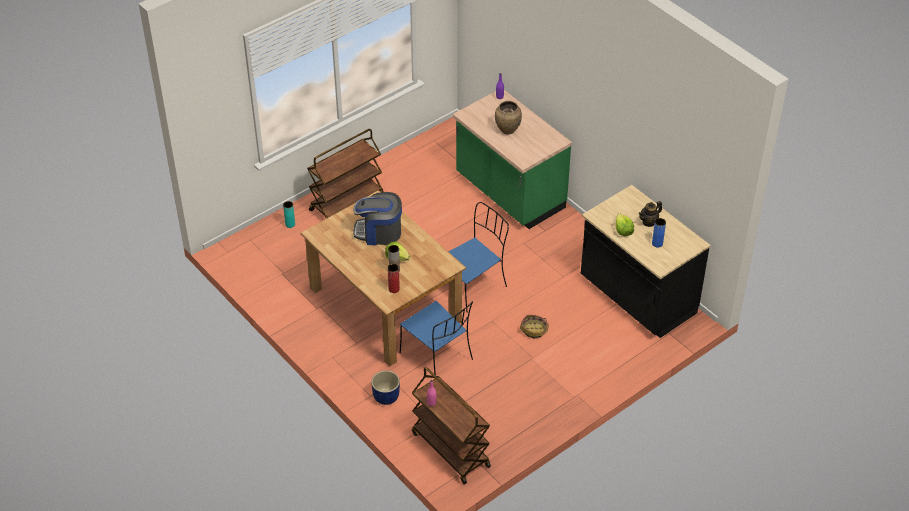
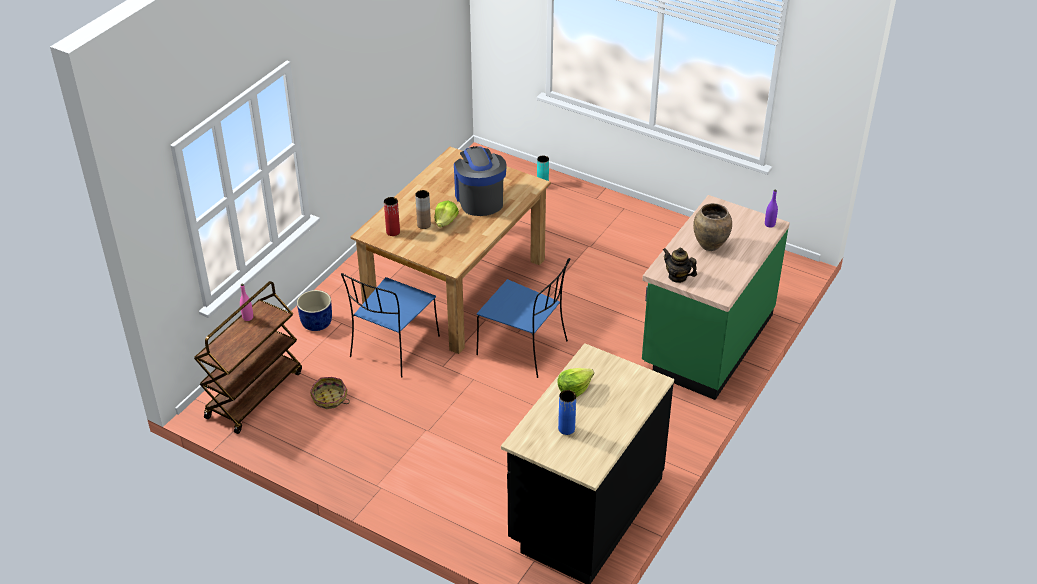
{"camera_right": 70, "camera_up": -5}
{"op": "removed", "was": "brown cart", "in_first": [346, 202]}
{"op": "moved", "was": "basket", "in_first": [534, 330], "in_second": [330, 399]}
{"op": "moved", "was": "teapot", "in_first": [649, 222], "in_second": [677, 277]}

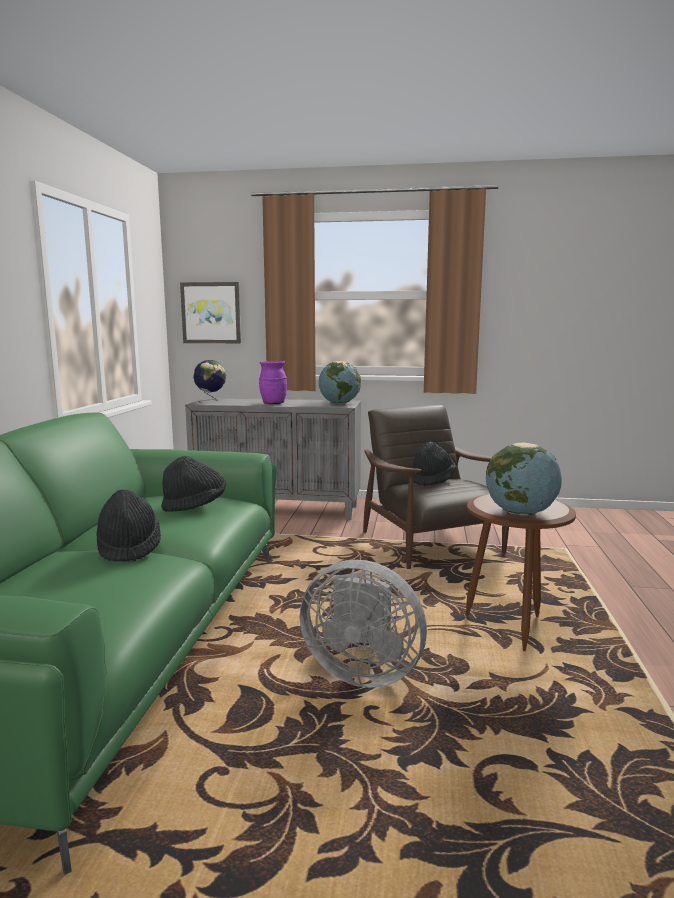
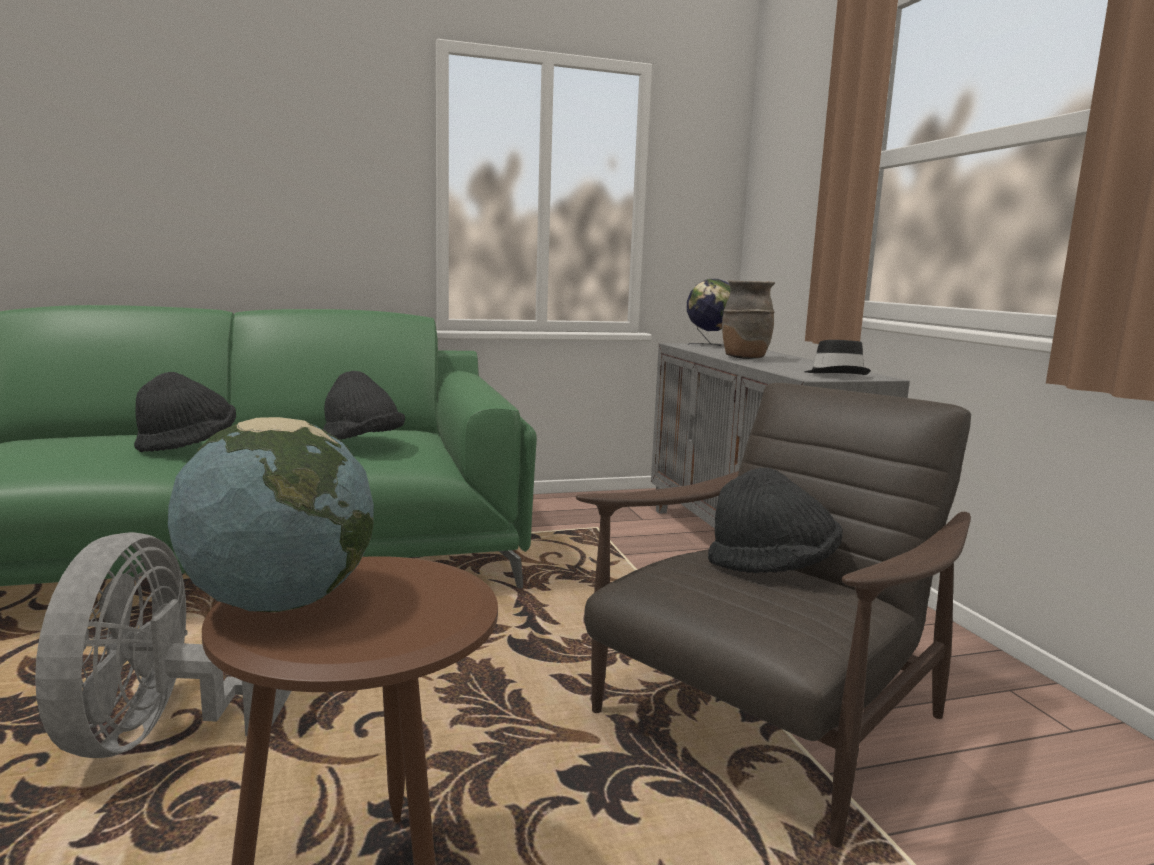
{"camera_right": 65, "camera_up": 0}
{"op": "removed", "was": "picture", "in_first": [211, 313]}
{"op": "replaced", "was": "globe", "now": "black hat", "in_first": [339, 403], "in_second": [835, 374]}
{"op": "recoloured", "was": "purple vase", "now": "brown vase", "in_first": [273, 404], "in_second": [744, 358]}

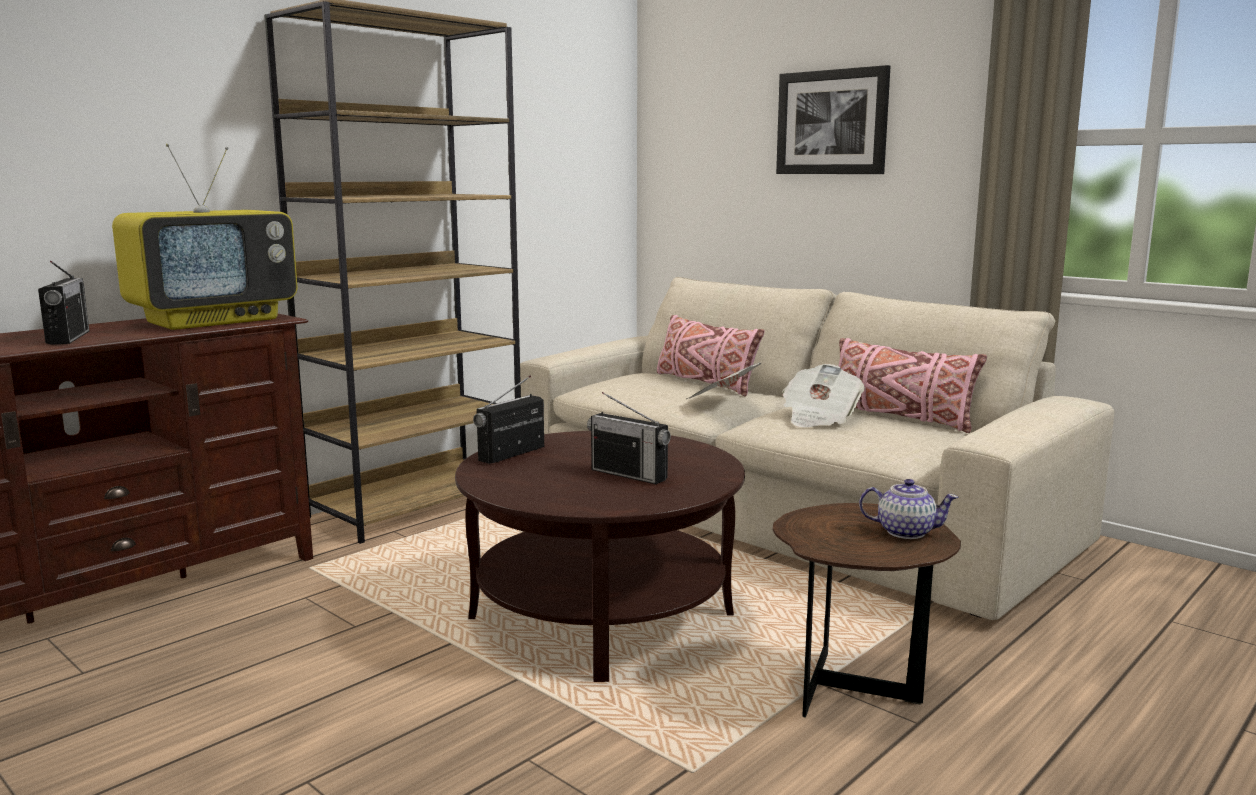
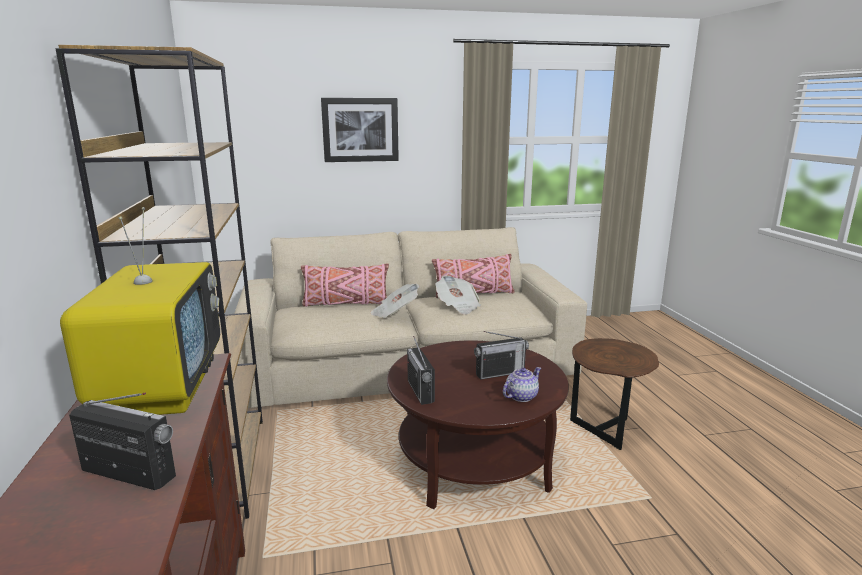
{"camera_right": -55, "camera_up": 5}
{"op": "moved", "was": "teapot", "in_first": [905, 532], "in_second": [520, 396]}

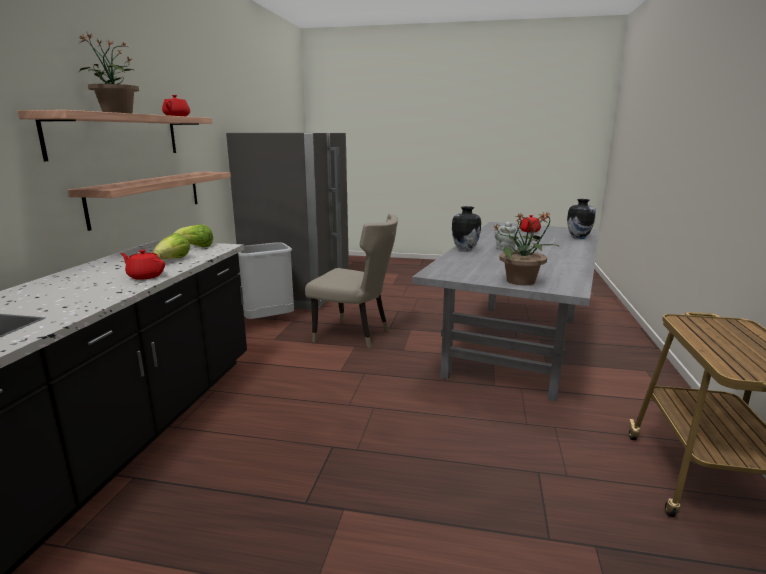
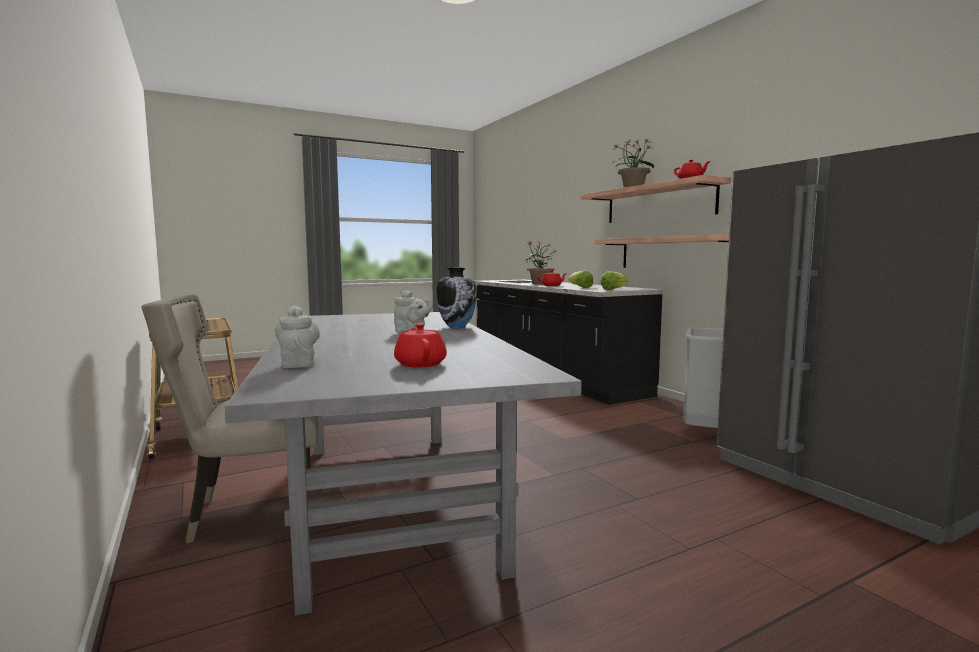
{"camera_right": 140, "camera_up": -10}
{"op": "moved", "was": "beige chair", "in_first": [355, 335], "in_second": [249, 513]}
{"op": "moved", "was": "potted plant", "in_first": [522, 281], "in_second": [539, 284]}
{"op": "replaced", "was": "vase", "now": "grey teapot", "in_first": [578, 237], "in_second": [298, 364]}

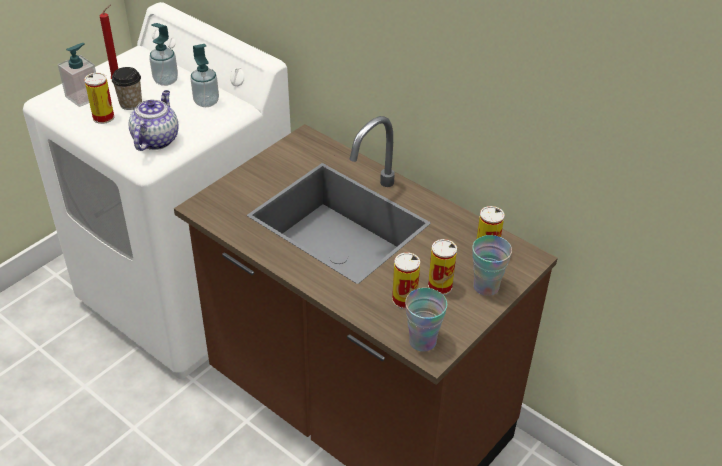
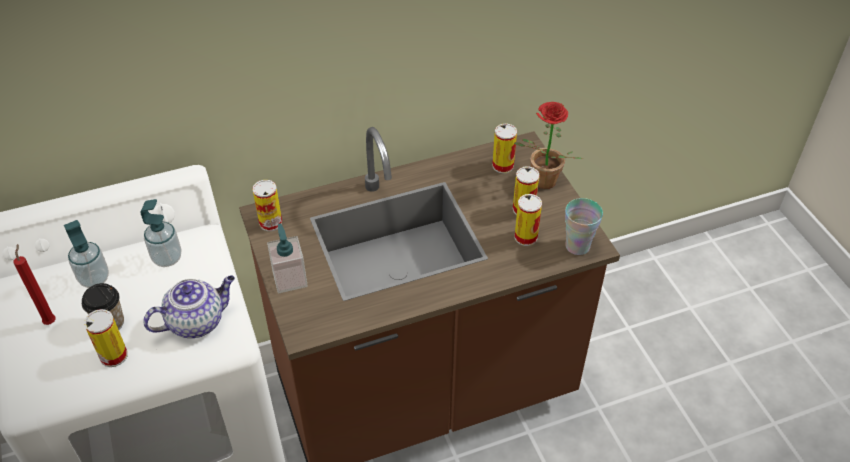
{"camera_right": -60, "camera_up": 5}
{"op": "added", "now": "can", "in_second": [270, 223]}
{"op": "moved", "was": "soap dispenser", "in_first": [83, 97], "in_second": [290, 279]}
{"op": "replaced", "was": "cup", "now": "potted plant", "in_first": [486, 287], "in_second": [541, 183]}
{"op": "turned", "was": "teapot", "in_first": [156, 139], "in_second": [197, 321], "clockwise": 105}

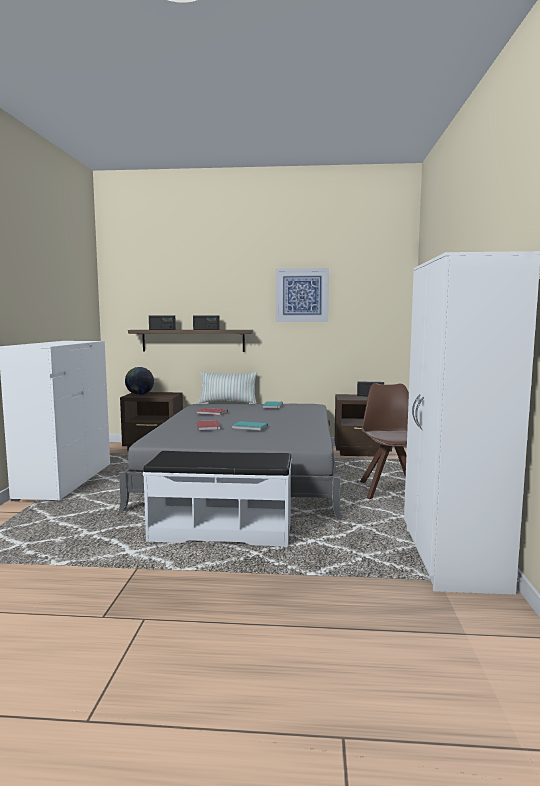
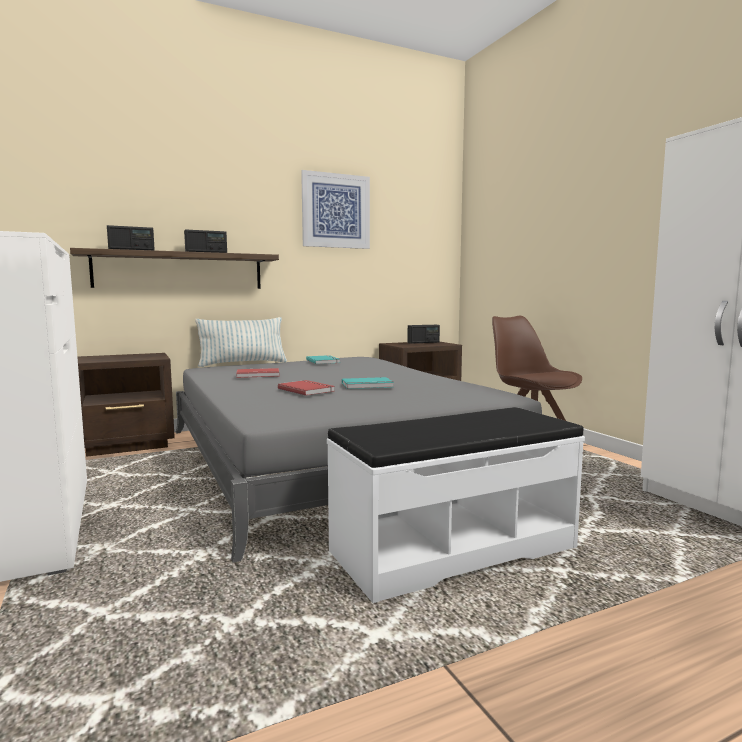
{"camera_right": -30, "camera_up": 0}
{"op": "removed", "was": "globe", "in_first": [139, 394]}

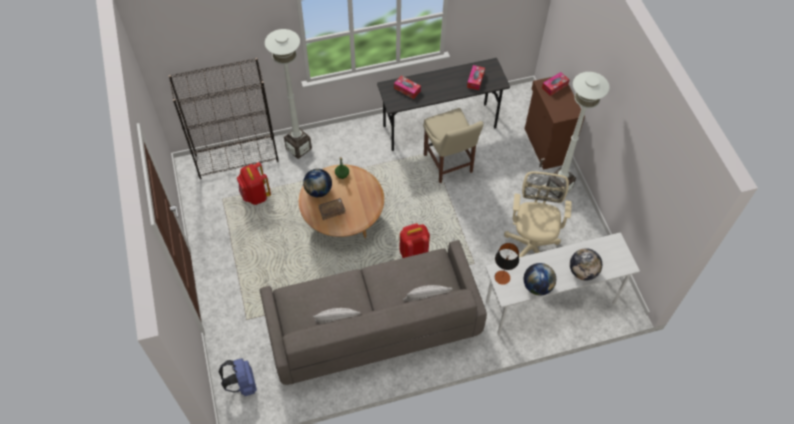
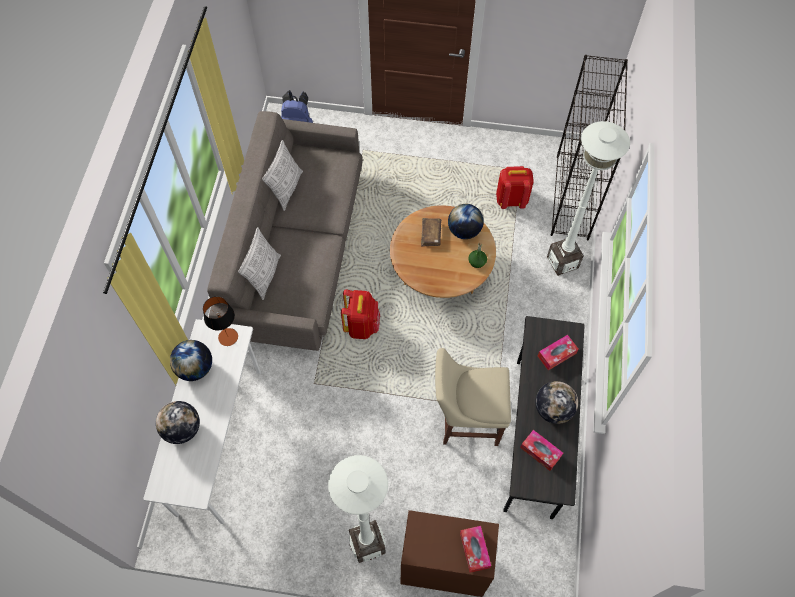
{"camera_right": 115, "camera_up": 5}
{"op": "removed", "was": "beige office chair", "in_first": [531, 245]}
{"op": "added", "now": "globe", "in_second": [553, 409]}

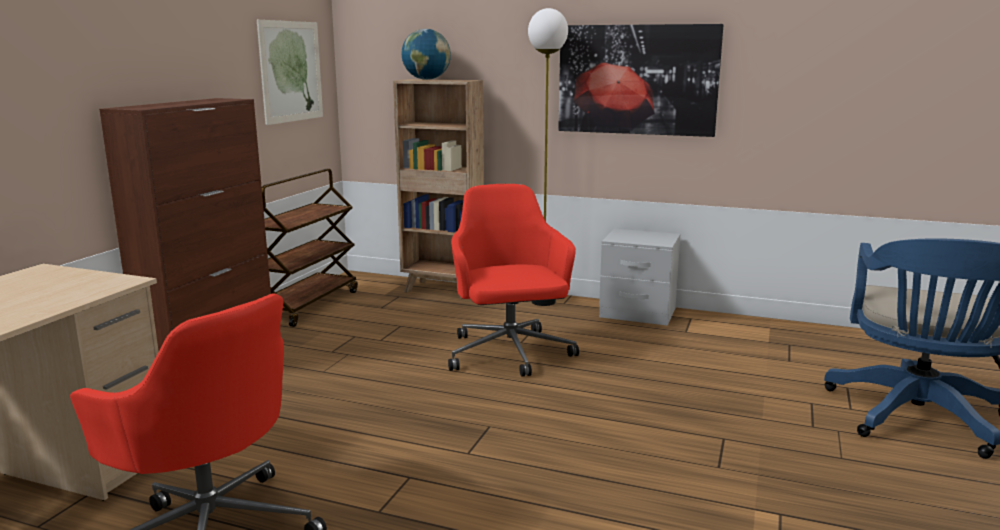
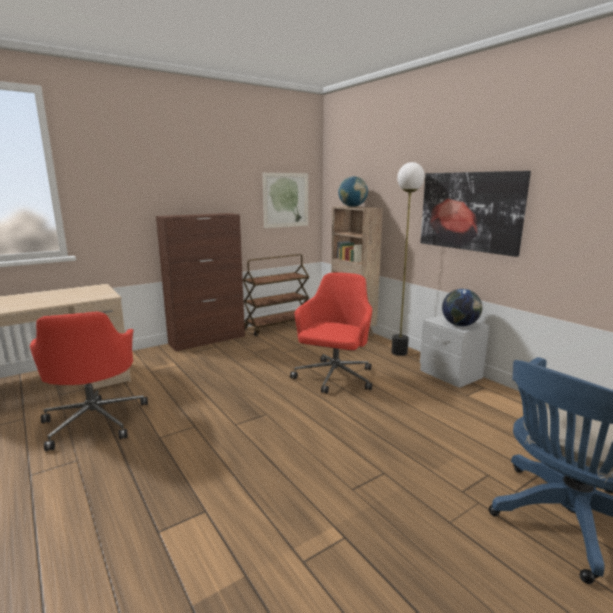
{"camera_right": 35, "camera_up": 0}
{"op": "added", "now": "globe", "in_second": [460, 325]}

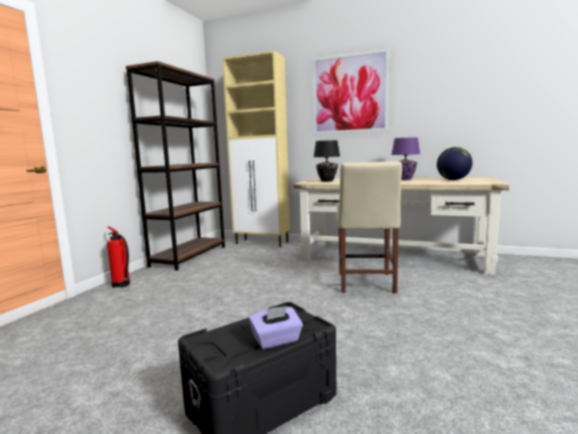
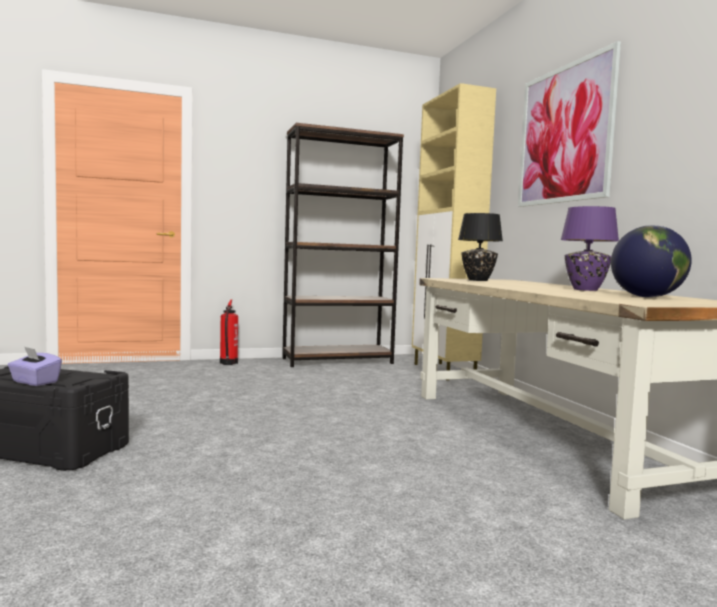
{"camera_right": 50, "camera_up": -5}
{"op": "removed", "was": "beige chair", "in_first": [365, 284]}

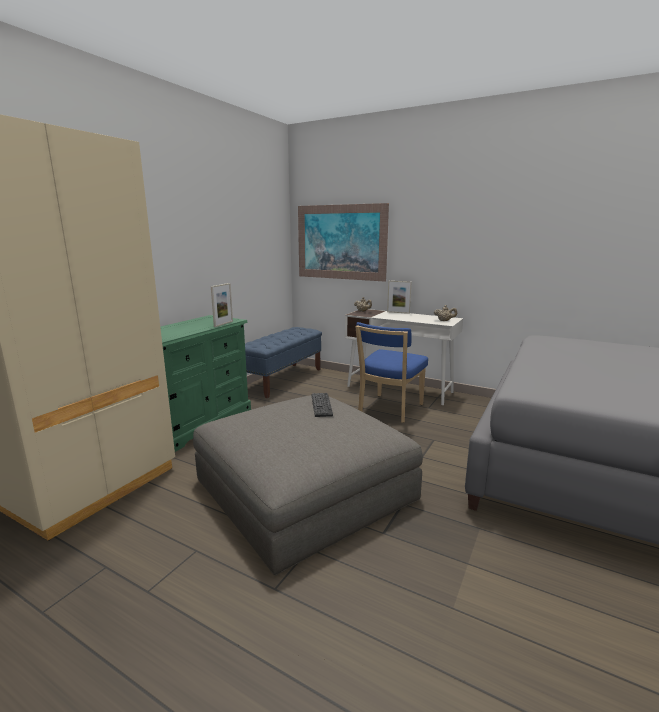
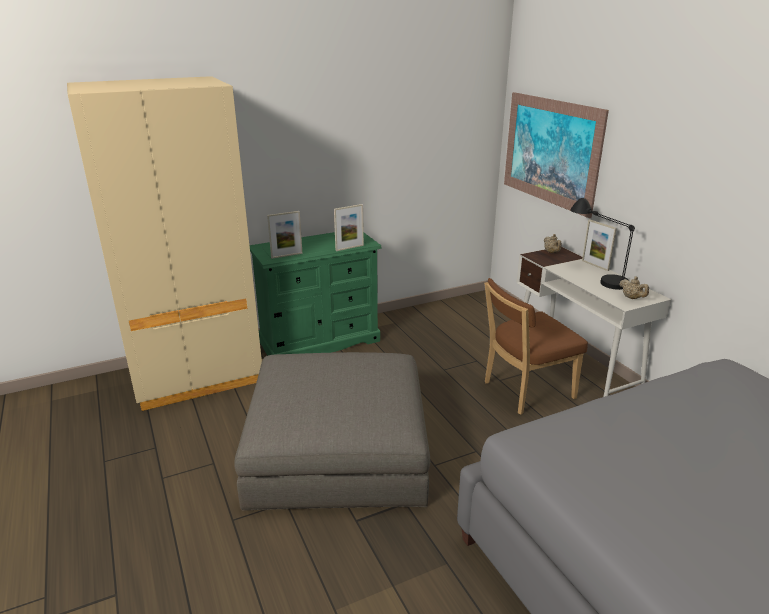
{"camera_right": 35, "camera_up": 10}
{"op": "removed", "was": "blue bench", "in_first": [282, 379]}
{"op": "removed", "was": "keyboard", "in_first": [321, 405]}
{"op": "added", "now": "picture frame", "in_second": [286, 255]}
{"op": "added", "now": "black table lamp", "in_second": [596, 275]}
{"op": "recoloured", "was": "blue chair", "now": "brown chair", "in_first": [389, 409], "in_second": [524, 391]}

